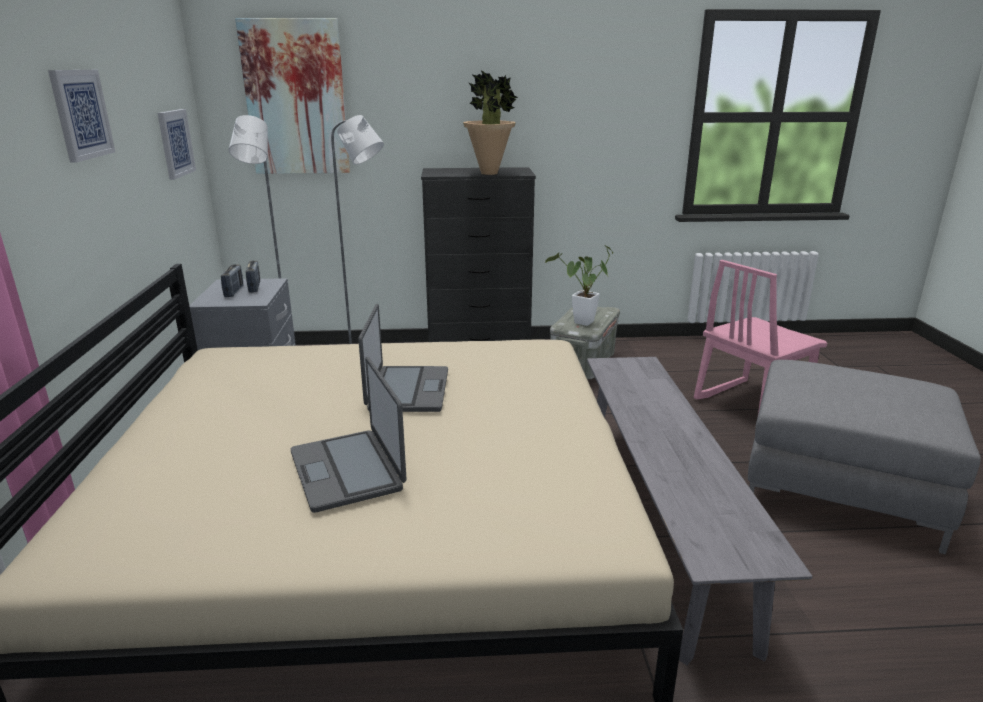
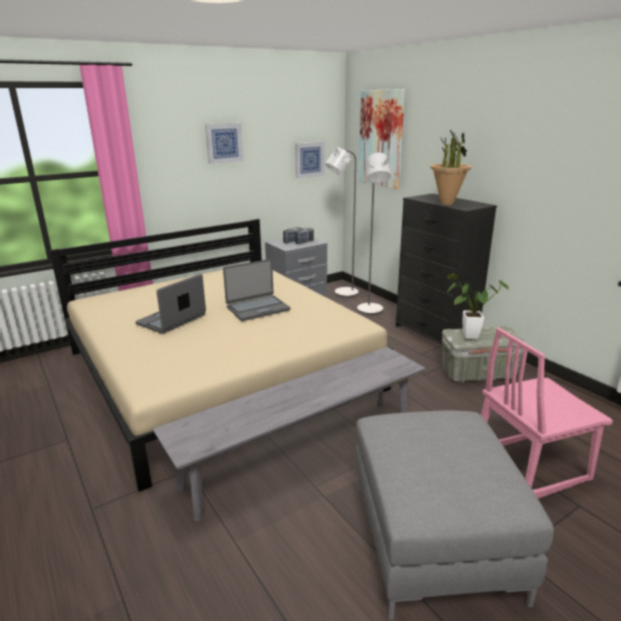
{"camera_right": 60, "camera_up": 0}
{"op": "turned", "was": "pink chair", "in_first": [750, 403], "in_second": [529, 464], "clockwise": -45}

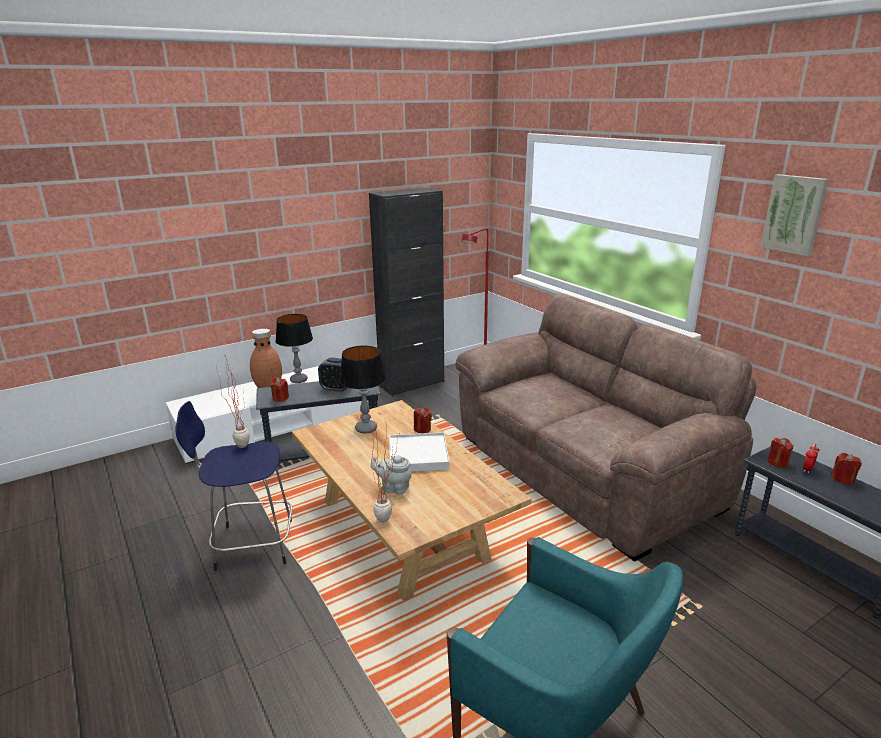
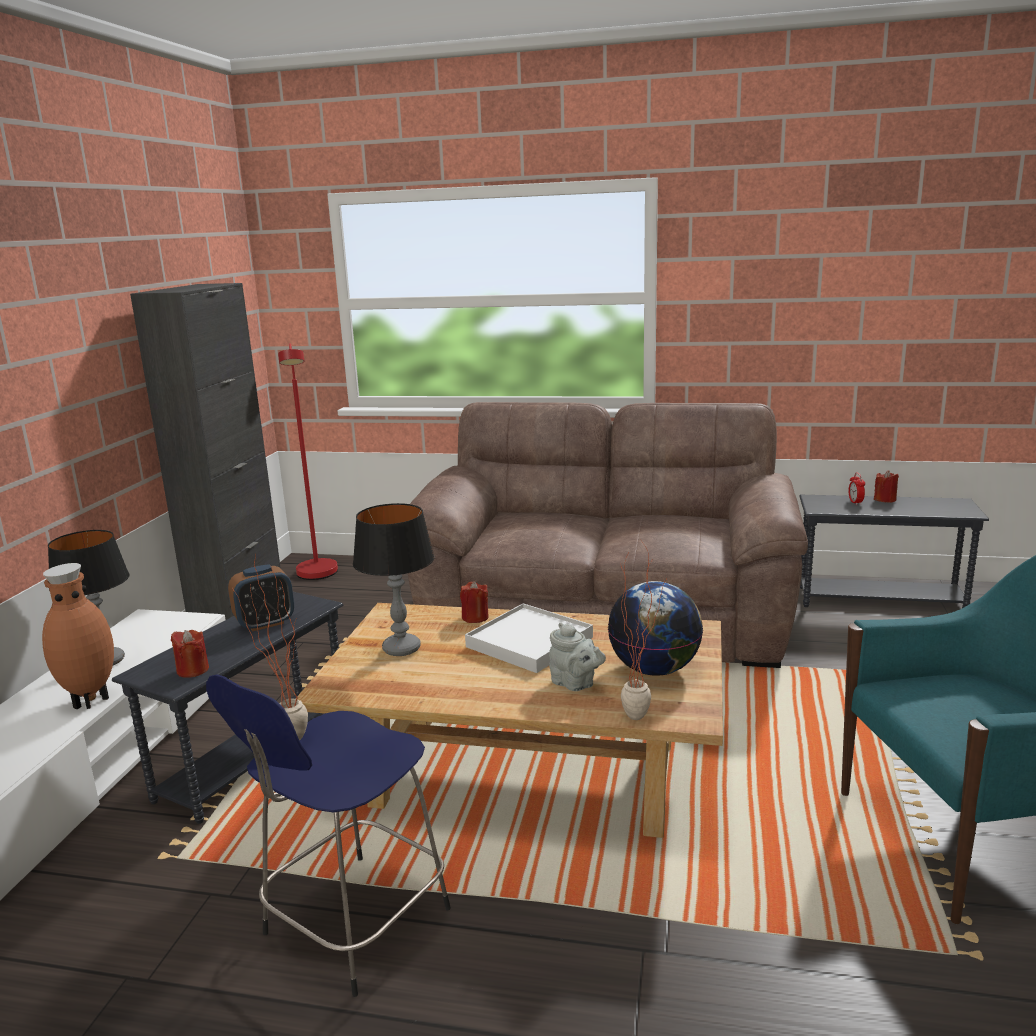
{"camera_right": -45, "camera_up": -5}
{"op": "removed", "was": "picture", "in_first": [794, 214]}
{"op": "removed", "was": "red candle", "in_first": [777, 462]}
{"op": "added", "now": "globe", "in_second": [655, 669]}
{"op": "turned", "was": "grey teapot", "in_first": [393, 488], "in_second": [575, 684], "clockwise": -105}

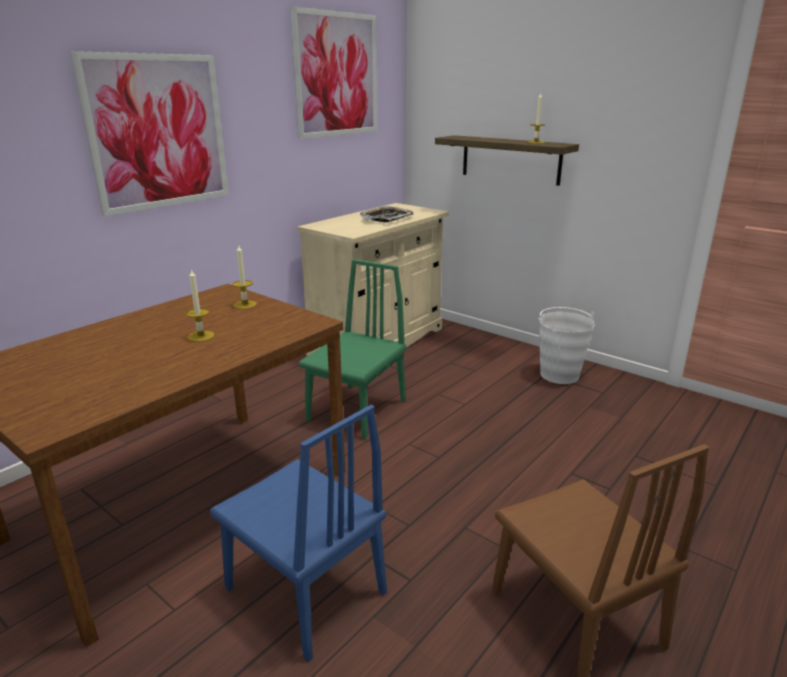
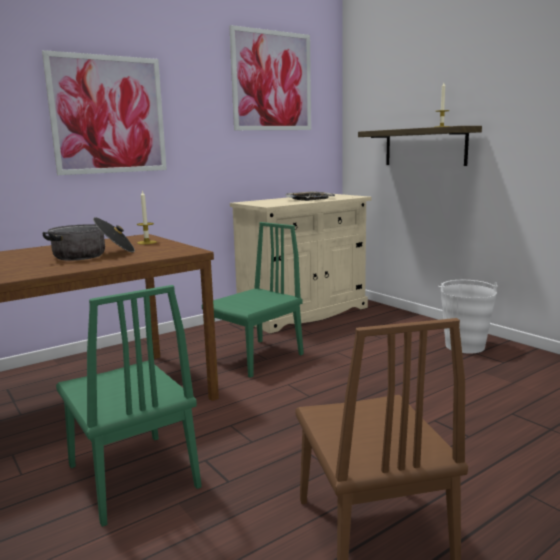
{"camera_right": 15, "camera_up": -10}
{"op": "replaced", "was": "candle", "now": "cooking pot", "in_first": [201, 336], "in_second": [93, 255]}
{"op": "recoloured", "was": "blue chair", "now": "green chair", "in_first": [305, 590], "in_second": [132, 476]}

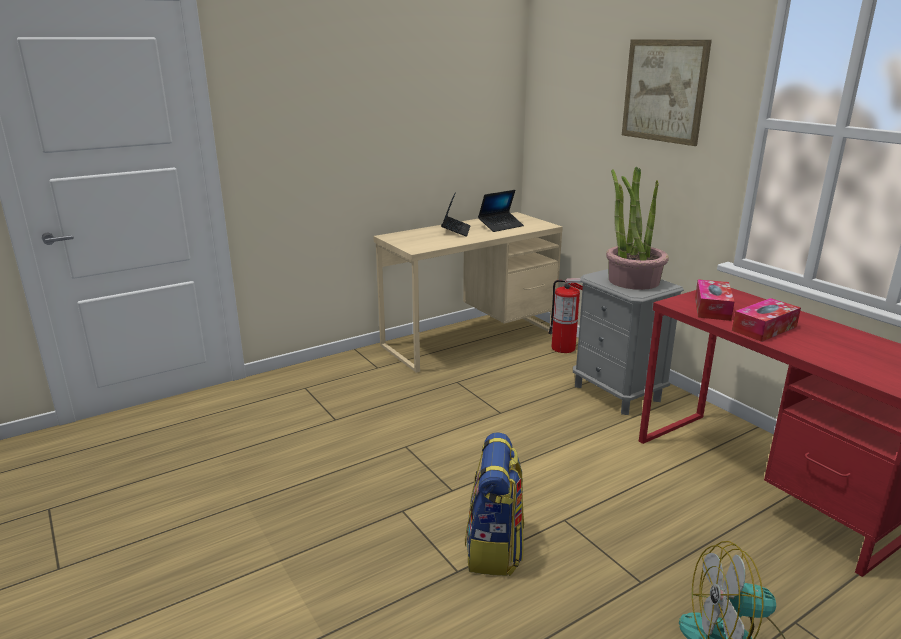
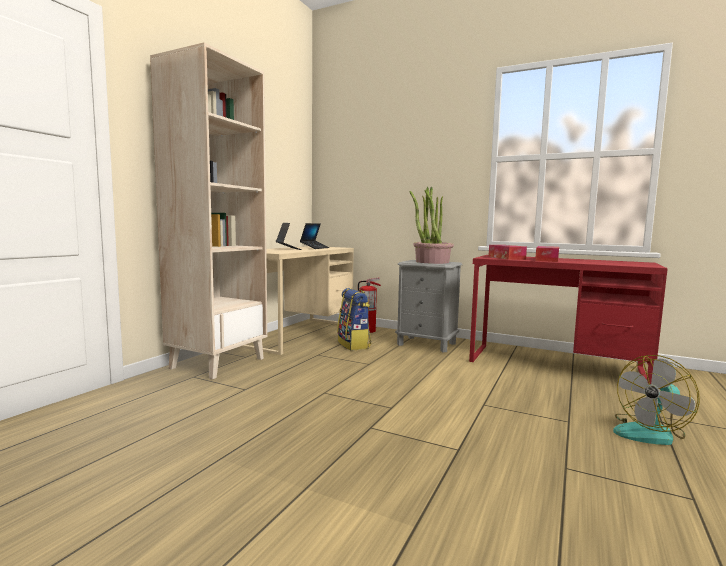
{"camera_right": -30, "camera_up": -15}
{"op": "removed", "was": "picture", "in_first": [664, 91]}
{"op": "added", "now": "beige bookcase", "in_second": [218, 363]}
{"op": "moved", "was": "backpack", "in_first": [495, 548], "in_second": [354, 345]}

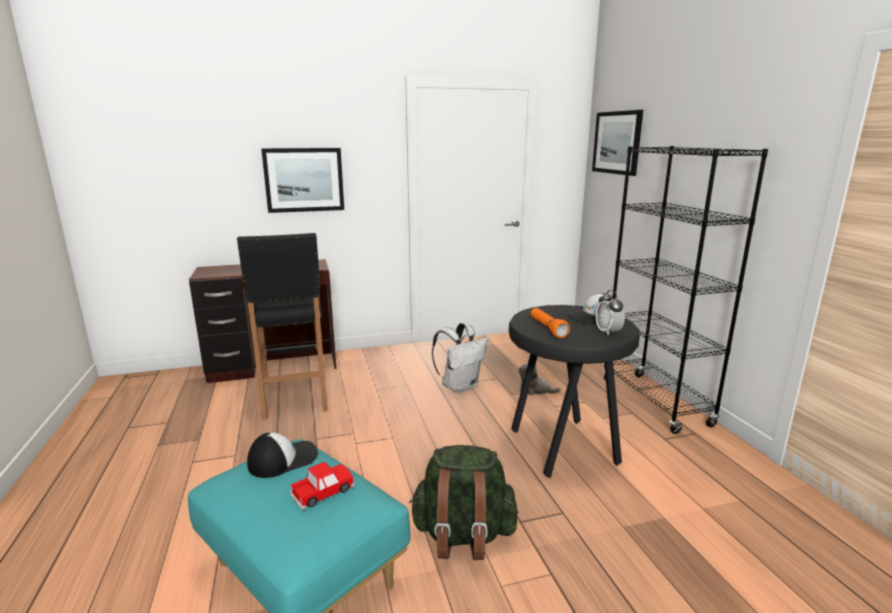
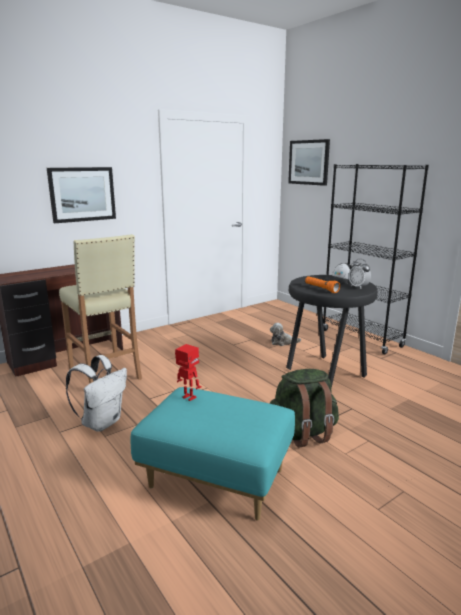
{"camera_right": -20, "camera_up": 0}
{"op": "removed", "was": "toy car", "in_first": [323, 492]}
{"op": "moved", "was": "white backpack", "in_first": [460, 386], "in_second": [102, 422]}
{"op": "replaced", "was": "cap", "now": "toy robot", "in_first": [283, 459], "in_second": [188, 398]}
{"op": "recoloured", "was": "black stool", "now": "beige stool", "in_first": [294, 396], "in_second": [105, 374]}

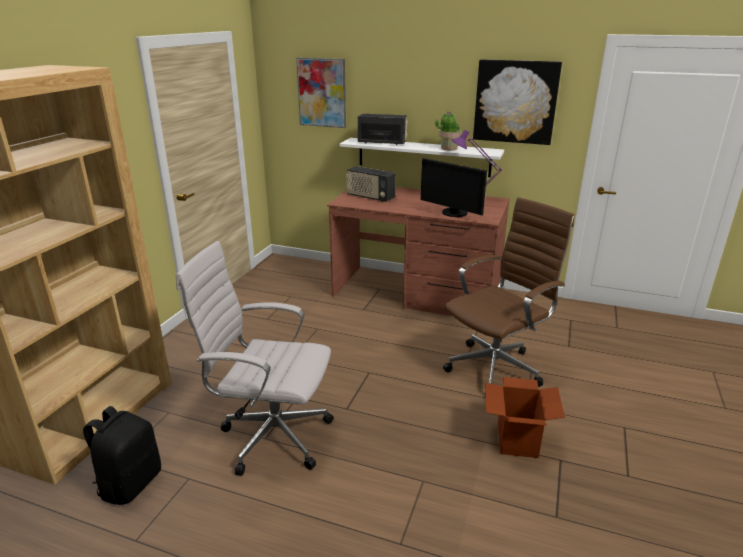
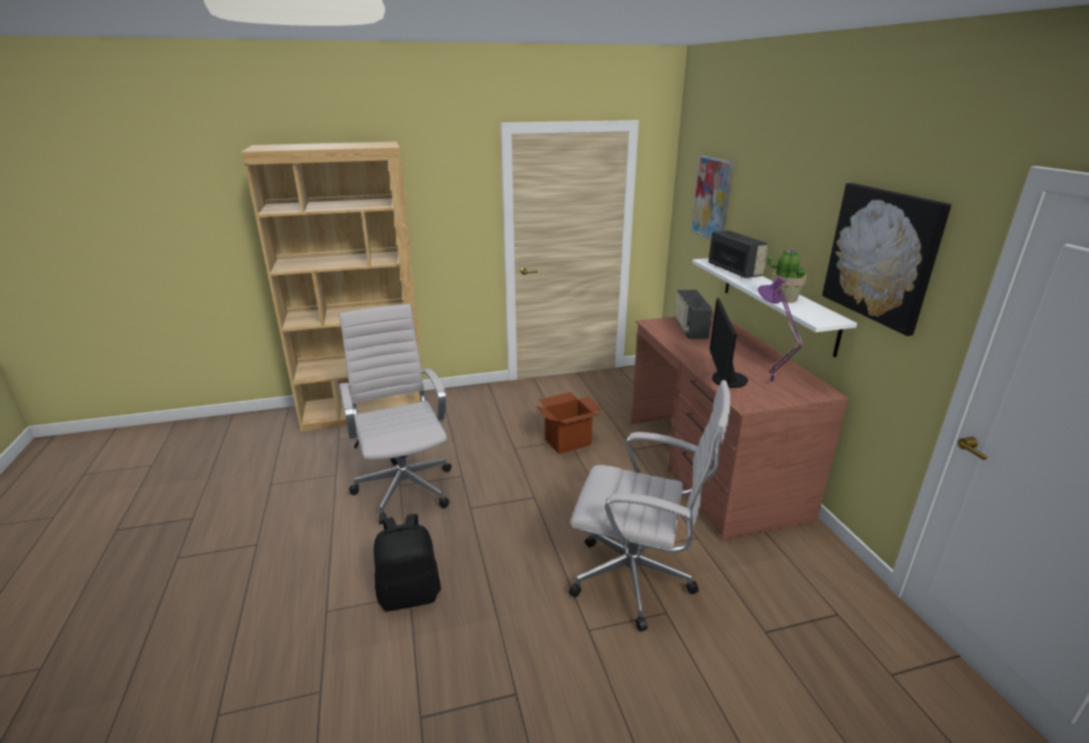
{"camera_right": 55, "camera_up": 0}
{"op": "moved", "was": "black backpack", "in_first": [130, 483], "in_second": [410, 594]}
{"op": "moved", "was": "cardboard box", "in_first": [517, 439], "in_second": [568, 442]}
{"op": "recoloured", "was": "brown office chair", "now": "white office chair", "in_first": [496, 368], "in_second": [637, 580]}

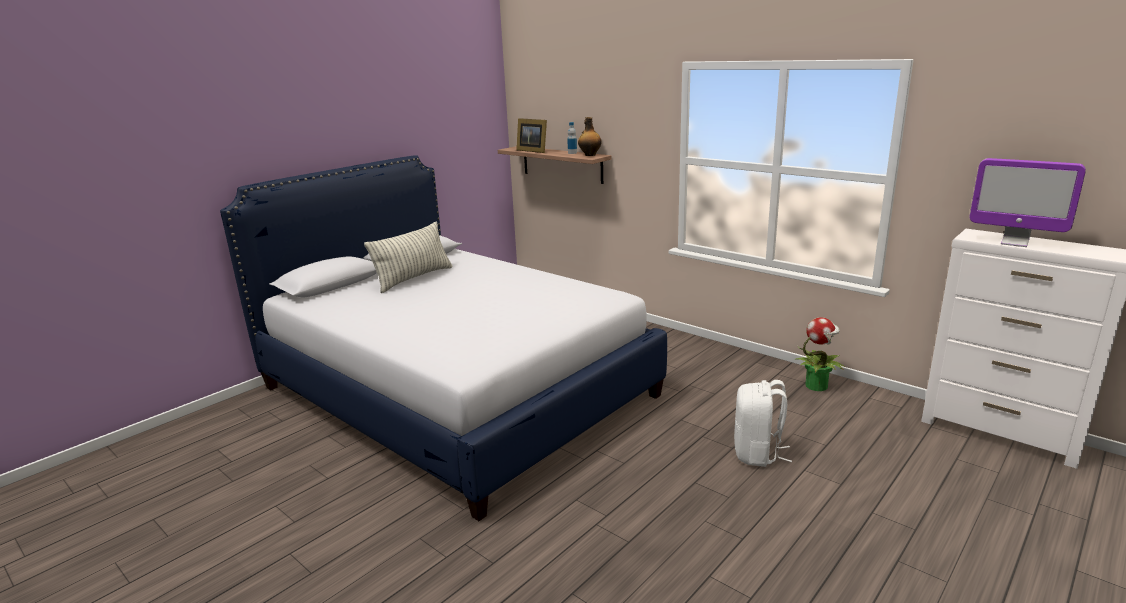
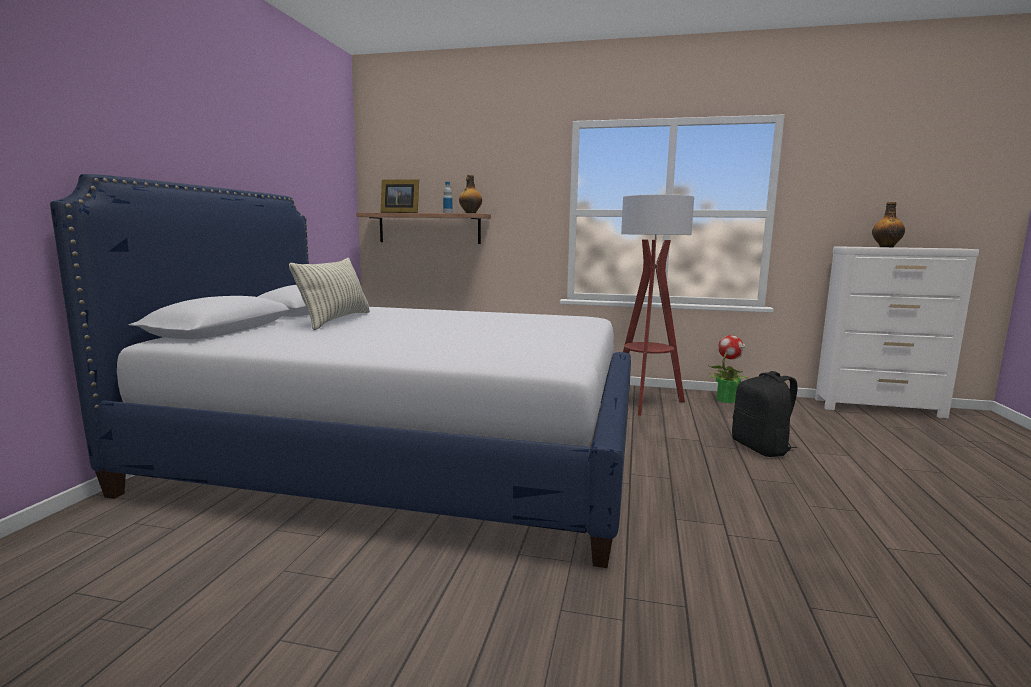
{"camera_right": -30, "camera_up": -10}
{"op": "added", "now": "floor lamp", "in_second": [645, 403]}
{"op": "replaced", "was": "monitor", "now": "bottle", "in_first": [1014, 242], "in_second": [886, 247]}
{"op": "recoloured", "was": "white backpack", "now": "black backpack", "in_first": [757, 453], "in_second": [761, 448]}

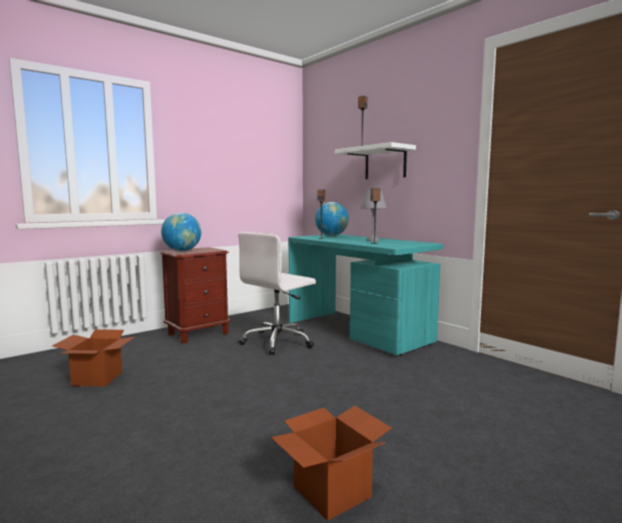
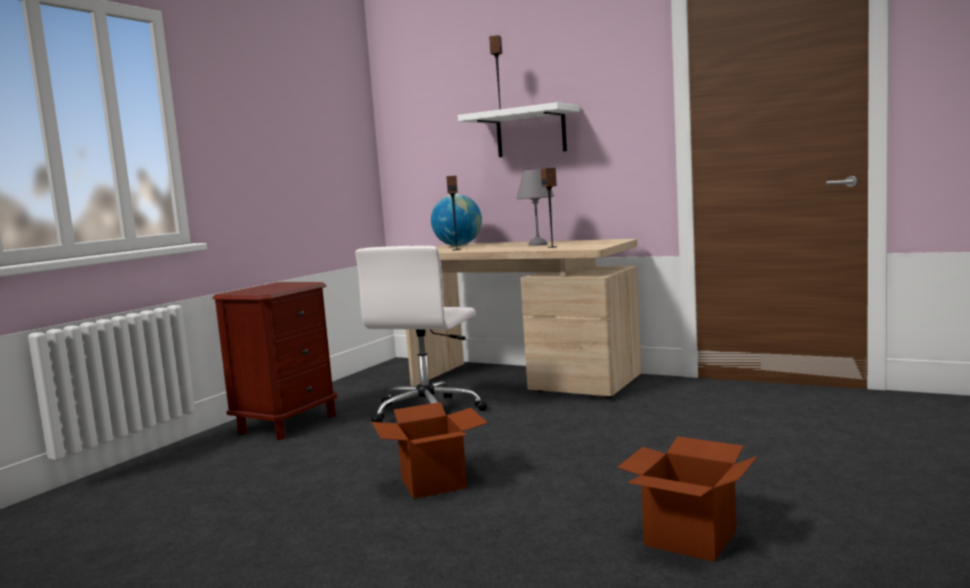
{"camera_right": -20, "camera_up": 0}
{"op": "removed", "was": "globe", "in_first": [182, 251]}
{"op": "moved", "was": "cardboard box", "in_first": [97, 378], "in_second": [433, 483]}
{"op": "recoloured", "was": "turquoise desk", "now": "beige desk", "in_first": [358, 332], "in_second": [524, 381]}

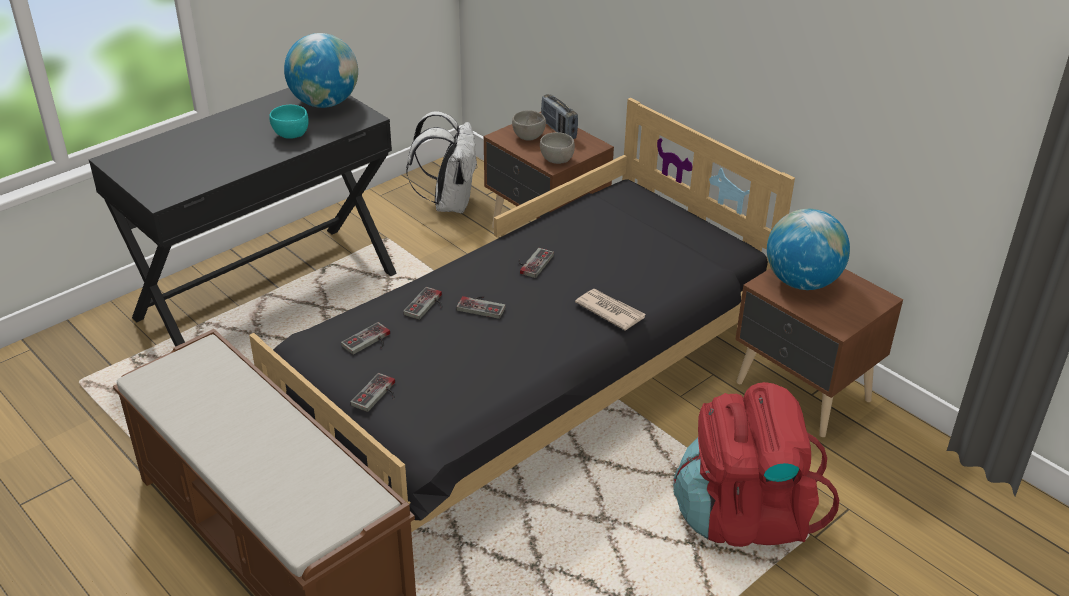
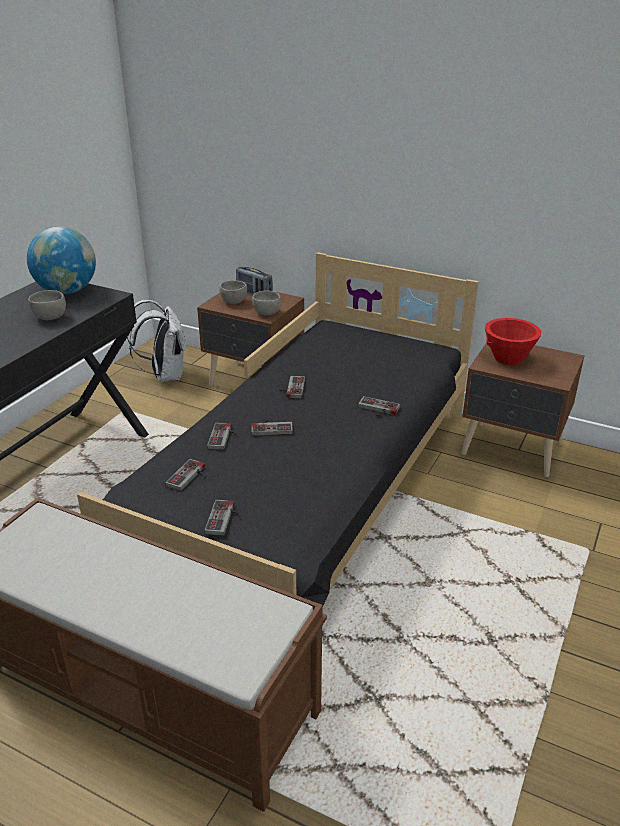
{"camera_right": -20, "camera_up": -5}
{"op": "removed", "was": "red backpack", "in_first": [744, 515]}
{"op": "replaced", "was": "newspaper", "now": "game controller", "in_first": [610, 311], "in_second": [377, 409]}
{"op": "replaced", "was": "globe", "now": "red bowl", "in_first": [801, 282], "in_second": [508, 358]}
{"op": "recoloured", "was": "turquoise bowl", "now": "grey bowl", "in_first": [291, 135], "in_second": [50, 317]}

